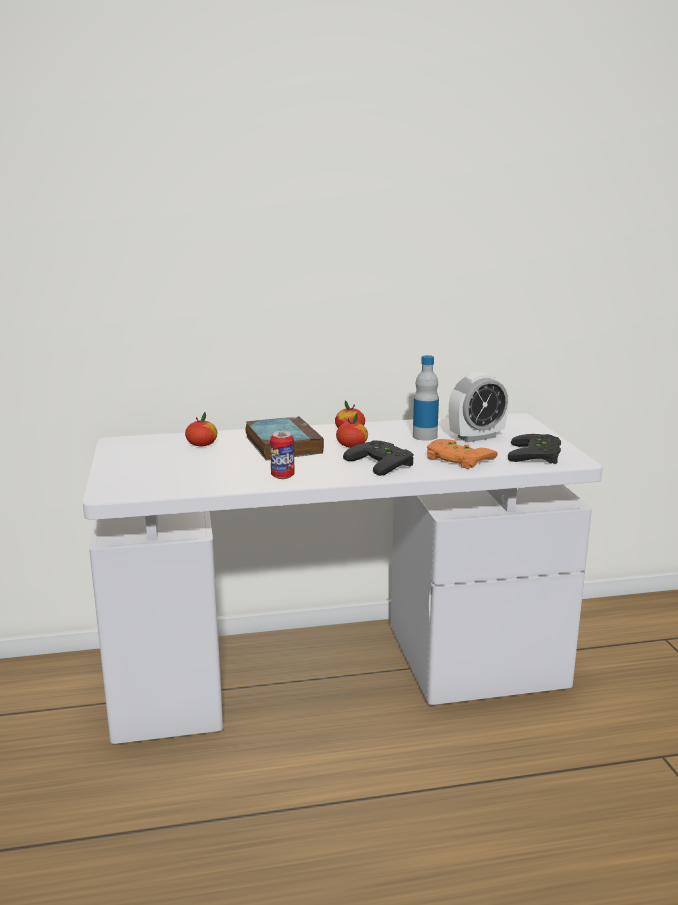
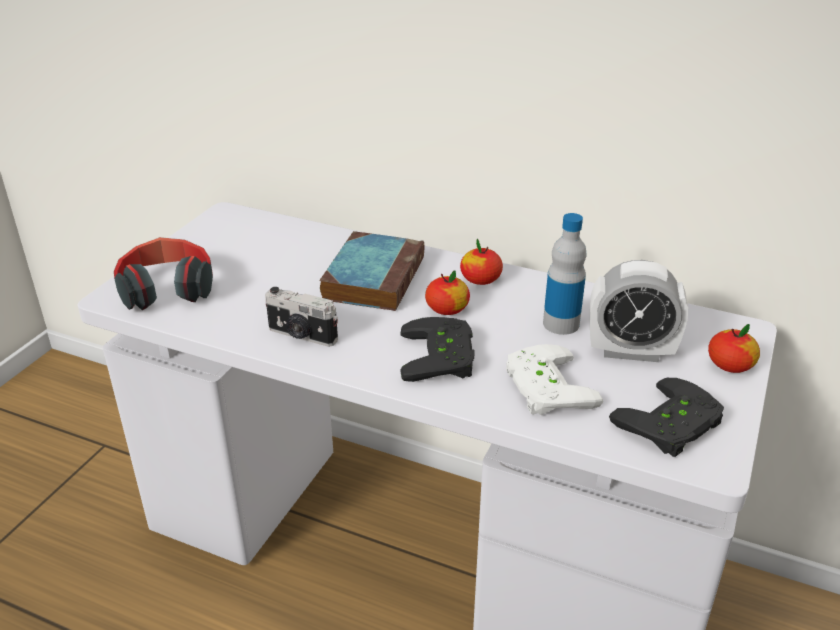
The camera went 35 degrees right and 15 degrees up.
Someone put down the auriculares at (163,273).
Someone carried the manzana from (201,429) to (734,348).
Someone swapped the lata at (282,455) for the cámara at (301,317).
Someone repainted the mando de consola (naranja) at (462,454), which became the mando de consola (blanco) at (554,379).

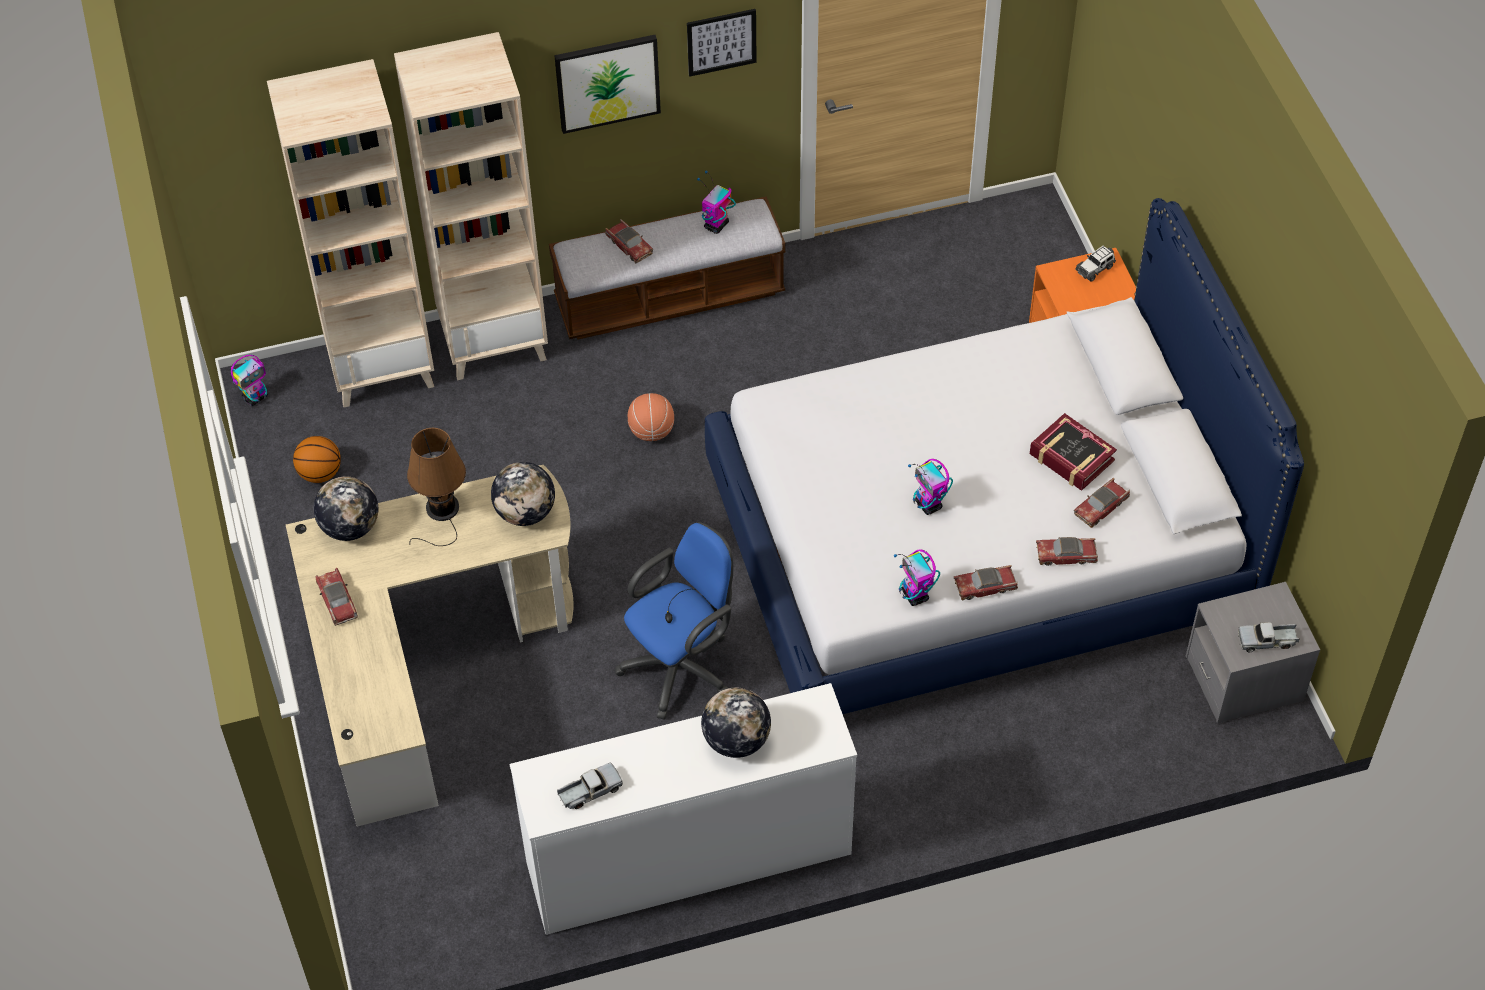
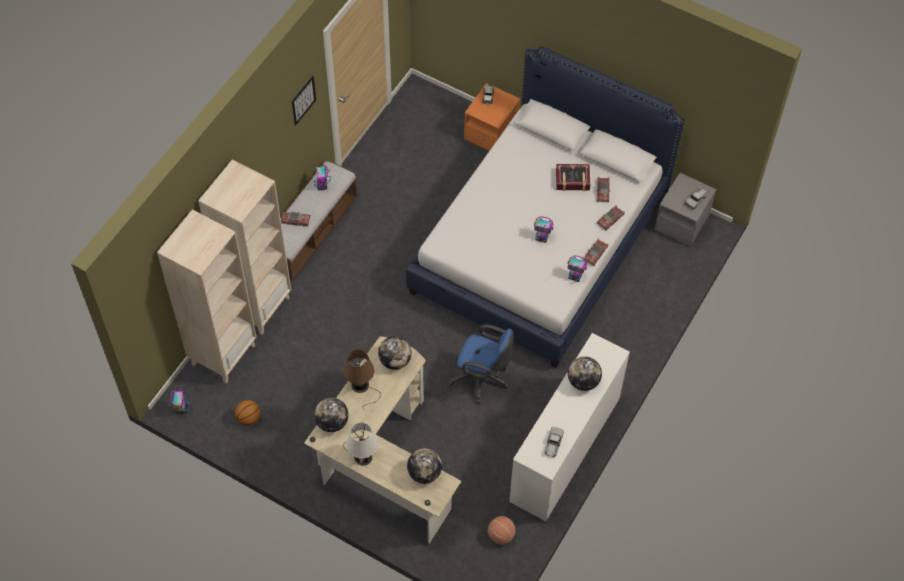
The camera went 45 degrees left and 5 degrees up.
Someone took away the cuadro at (607,84).
Someone put down the globo terráqueo at (424,466).
Someone carried the balón de baloncesto from (650,417) to (502,530).
Someone swapped the coche de juguete at (336,596) for the lámpara de mesa (blanco) at (360,443).
Someone rotated the silla de oficina (azul) at (674,620) by 105 degrees clockwise.

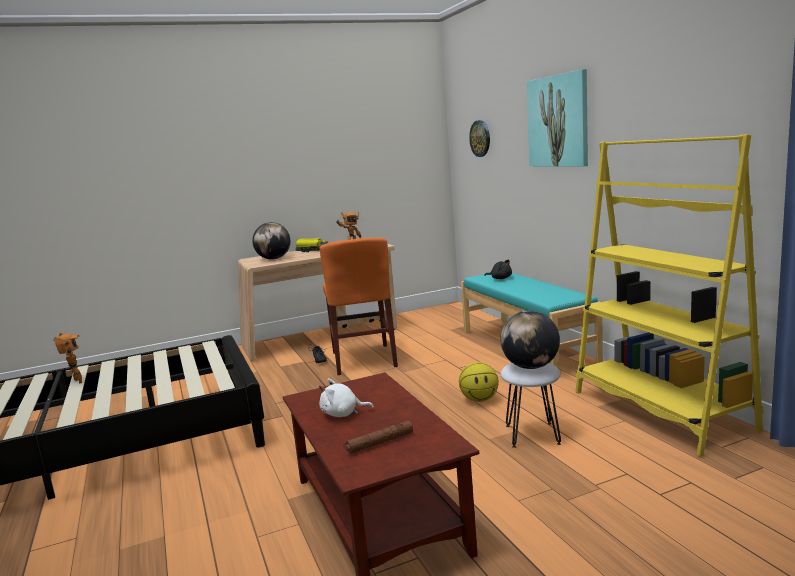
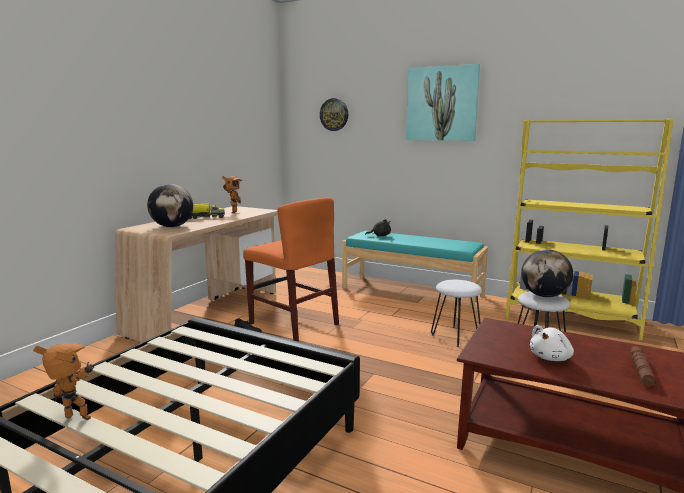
The camera went 40 degrees left and 0 degrees up.
Someone swapped the balón de baloncesto at (479,382) for the taburete (blanco) at (456,313).

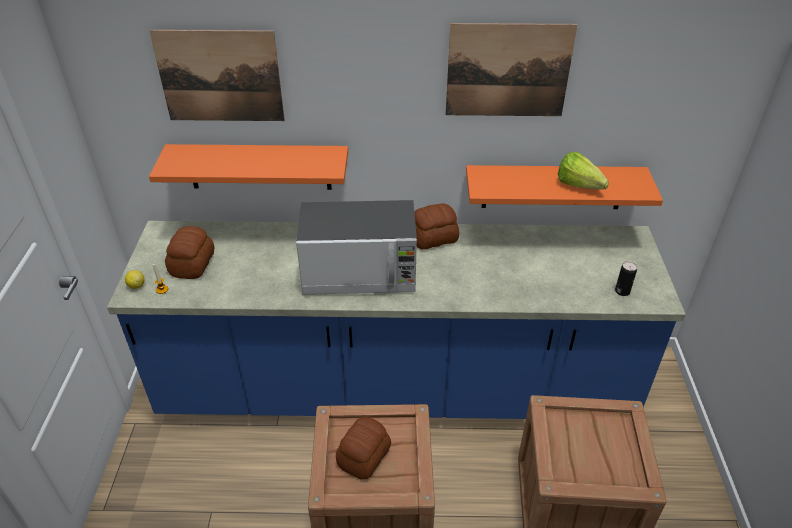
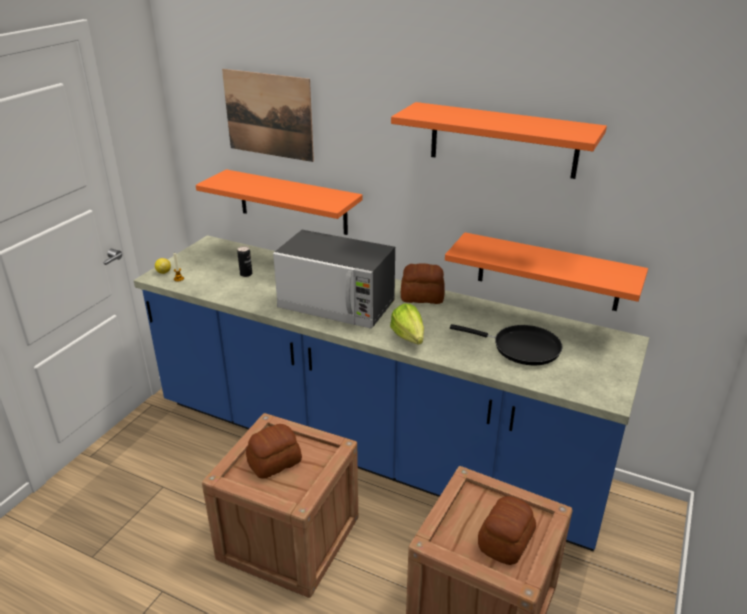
The camera went 25 degrees right and 10 degrees down.
Someone put down the sartén (negro) at (506,344).
Someone carried the pan from (189,252) to (507,530).
Someone carried the lechuga from (583,170) to (407,324).
Someone carried the lata from (626,278) to (244,261).
Someone swapped the cuadro at (511,69) for the estante (naranja) at (499,140).

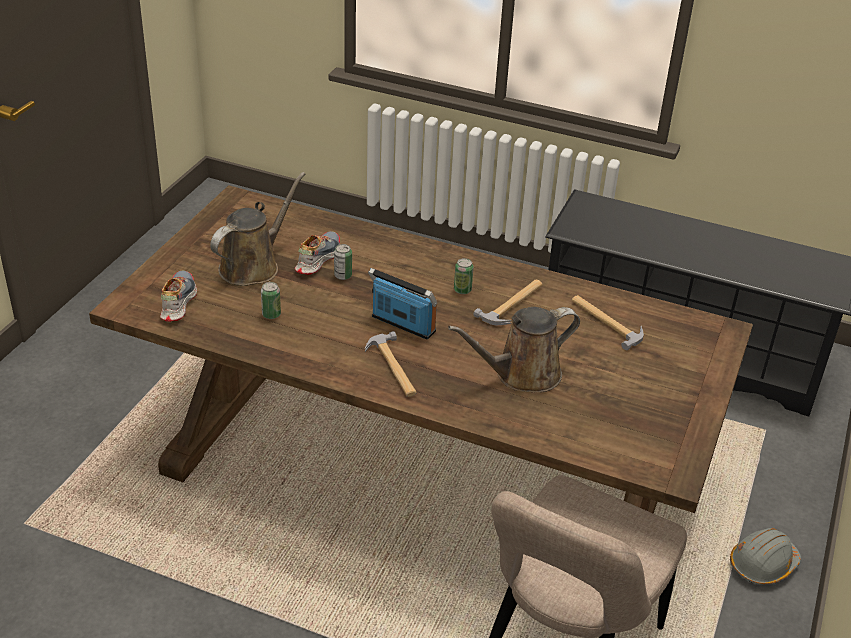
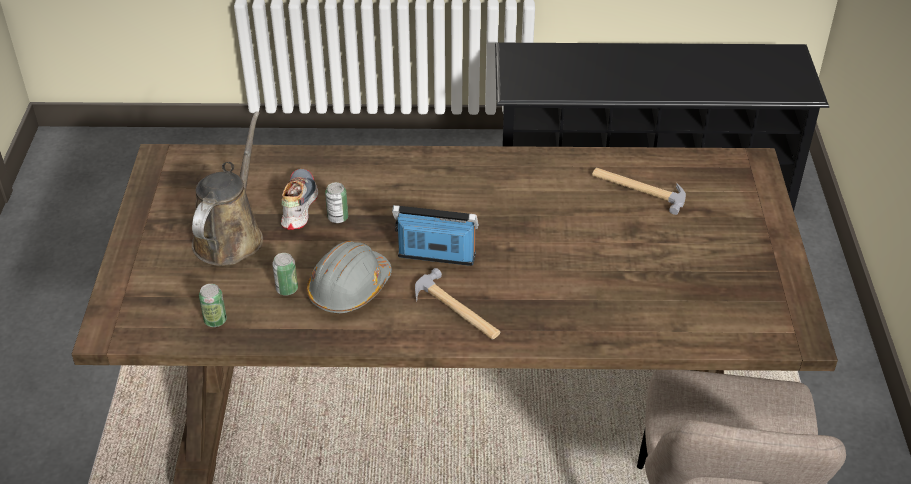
The camera went 20 degrees left and 5 degrees up.
Someone took away the zapato at (178,296).
Someone took away the regadera (marrón) at (514,350).
Someone took away the martillo at (508,302).
Someone carried the lata from (464,276) to (213,305).
Someone carried the casco (gris) from (765,556) to (349,277).

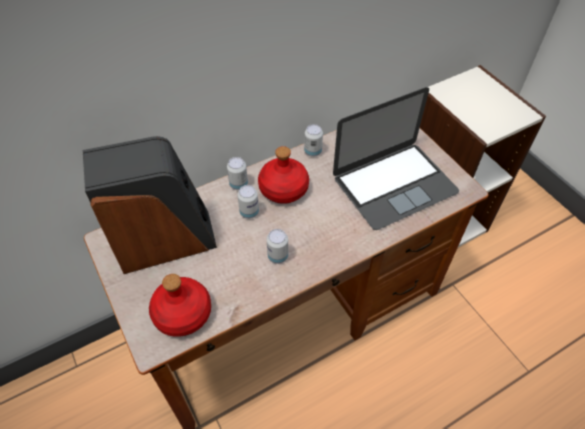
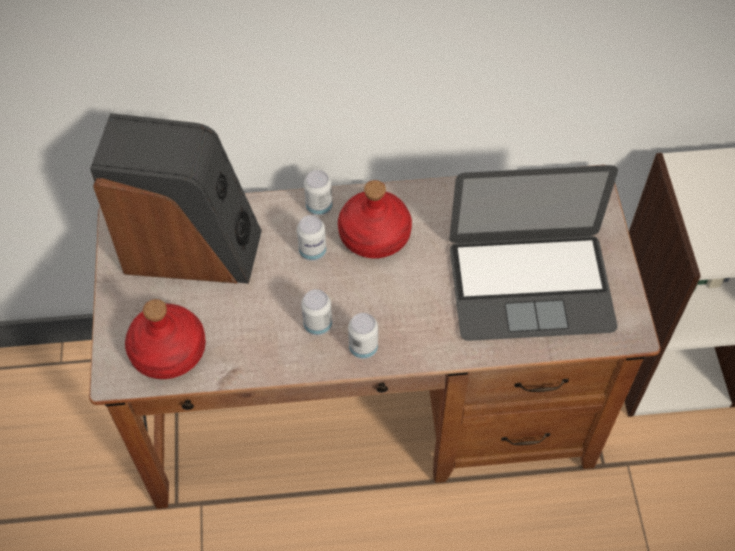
The camera went 25 degrees right and 5 degrees up.
Someone carried the lata from (313,140) to (363,336).

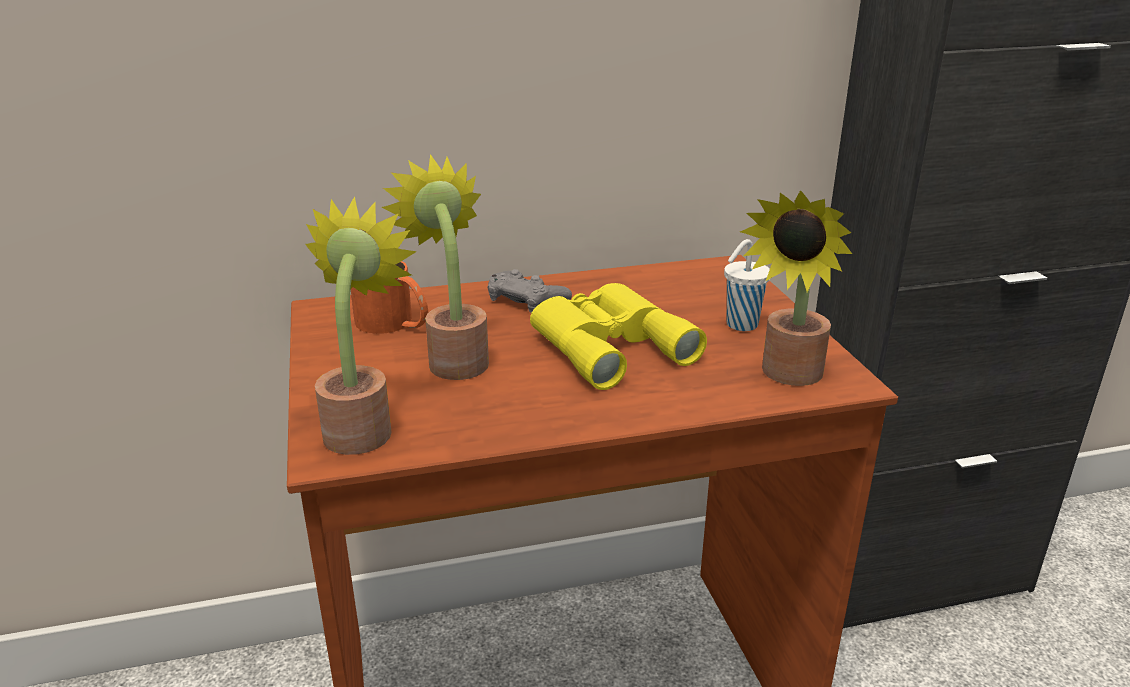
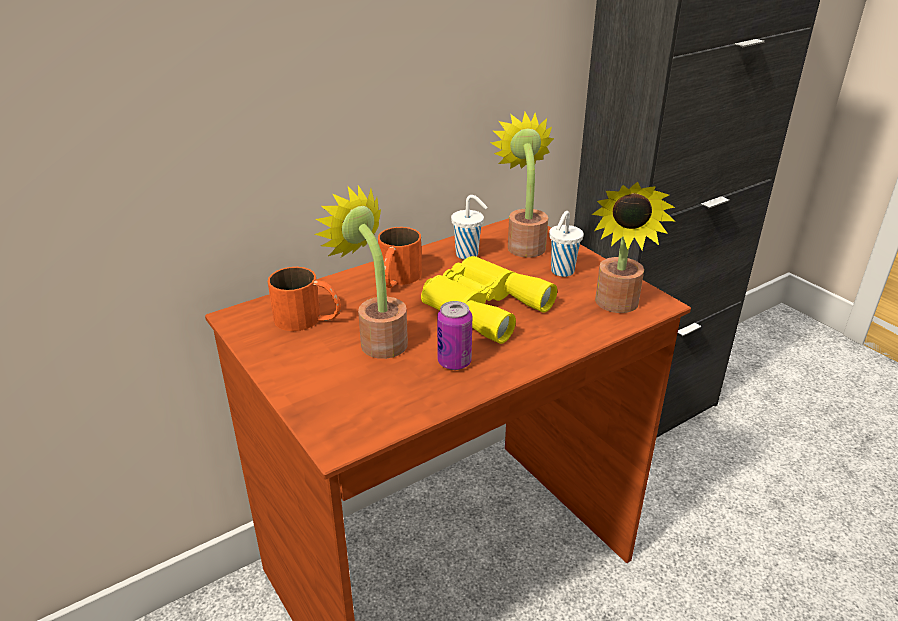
The camera went 20 degrees left and 5 degrees up.
Someone put down the lata at (454,335).
Someone put down the taza (blanco) at (469,227).
Someone carried the planta en maceta from (361,325) to (522,184).
Someone swapped the mando de consola (gris) at (529,291) for the taza grande (naranja) at (400,257).

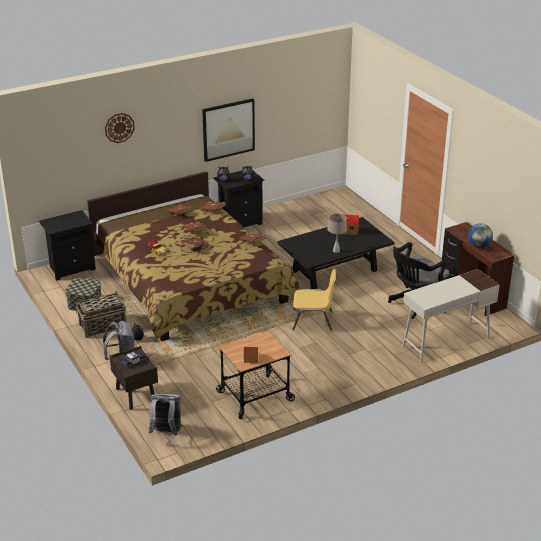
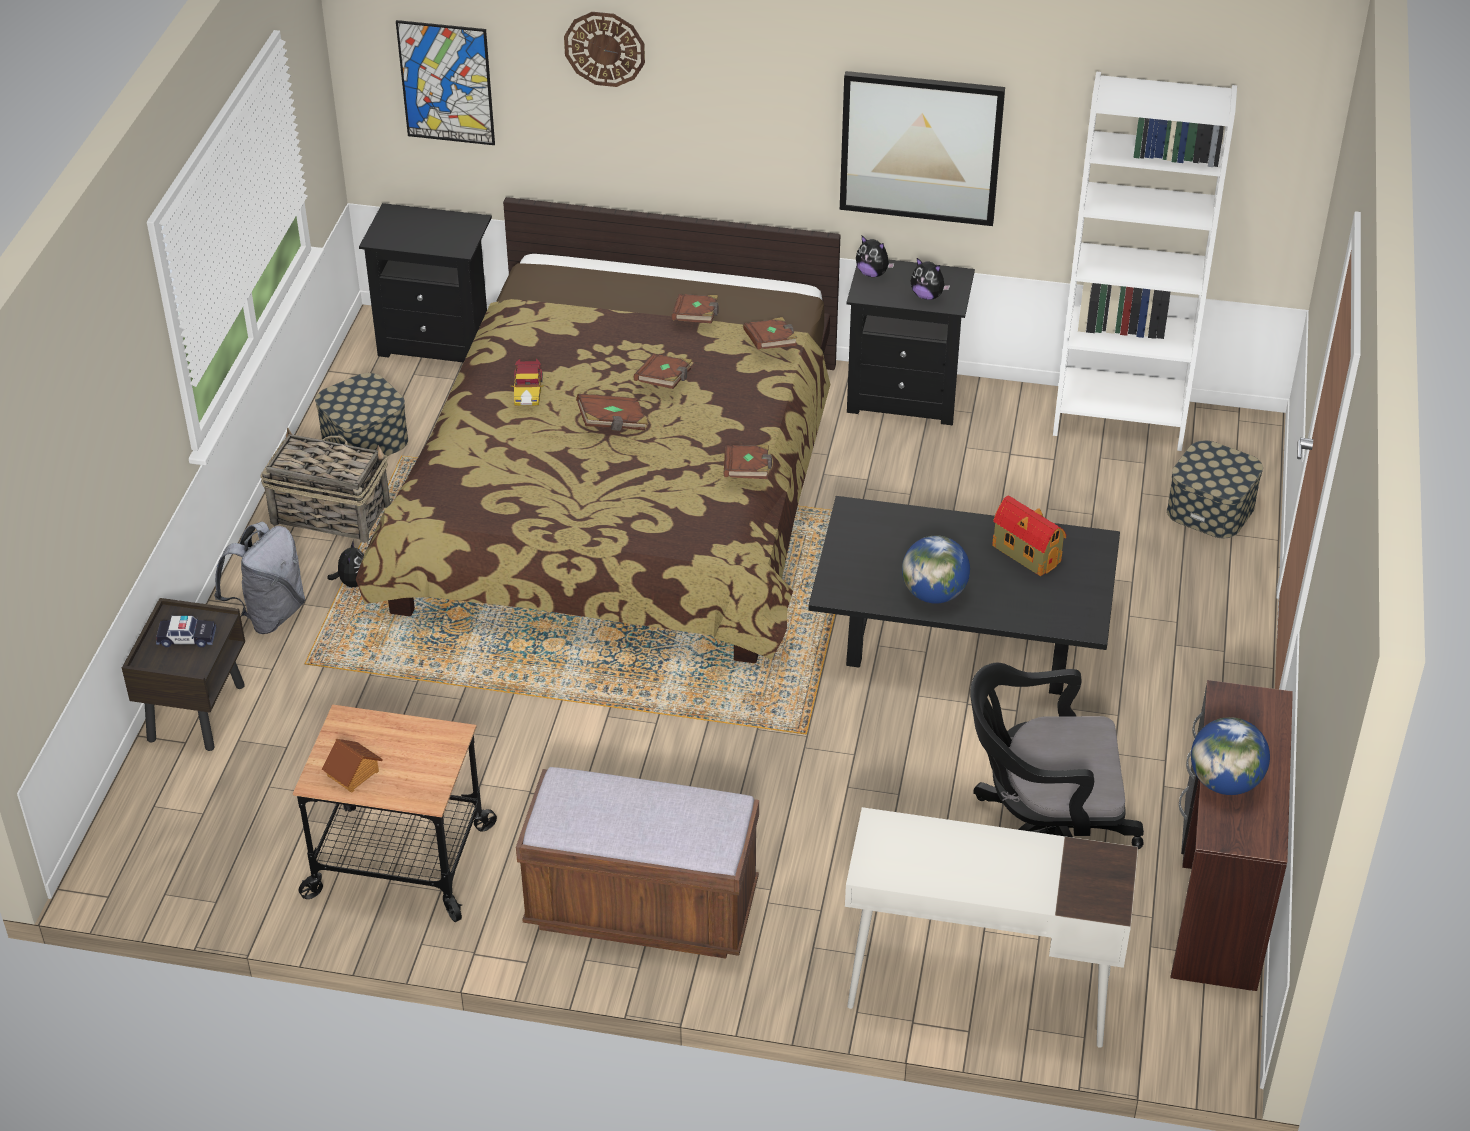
The camera went 40 degrees right and 10 degrees up.
Someone took away the mochila (gris) at (165,415).
Someone took away the silla (amarillo) at (314,300).
Someone put up the cuadro at (445,82).
Someone put down the banco (marrón) at (637,863).
Someone put down the estantería (blanco) at (1145,261).
Someone put down the caja de almacenaje at (1215,489).
Someone swapped the lámpara de mesa (beis) at (337,233) for the globo terráqueo at (936,569).

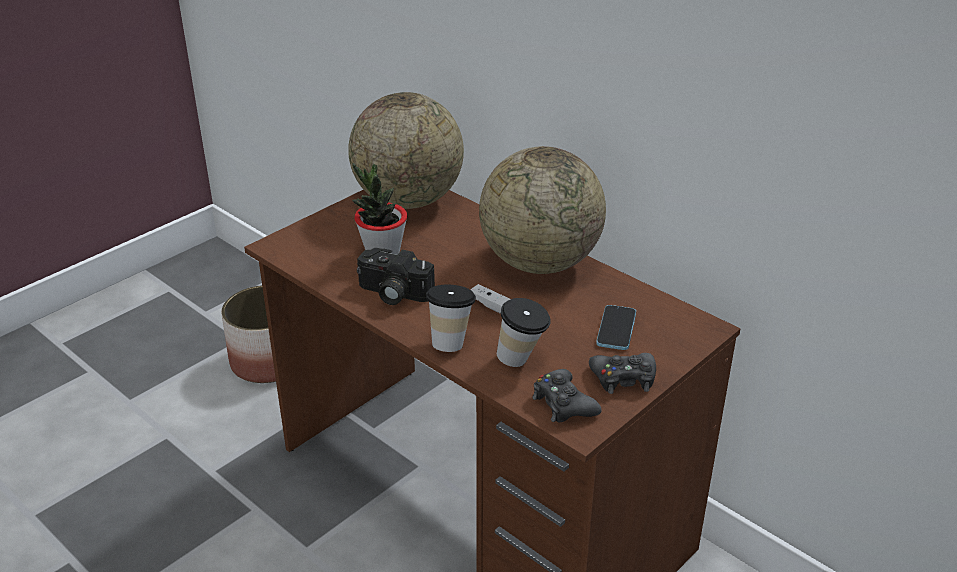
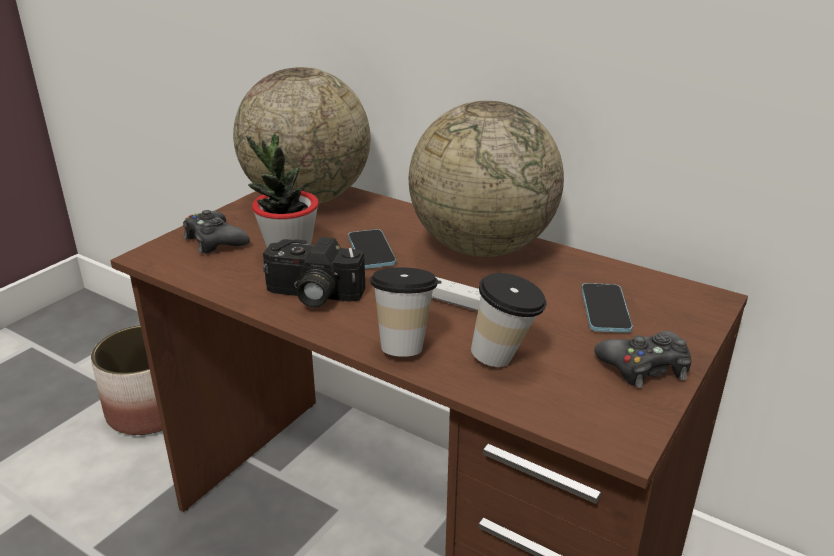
The camera went 10 degrees left and 5 degrees down.
Someone put down the móvil at (372,249).
Someone carried the mando de consola (negro) from (567,396) to (216,232).

